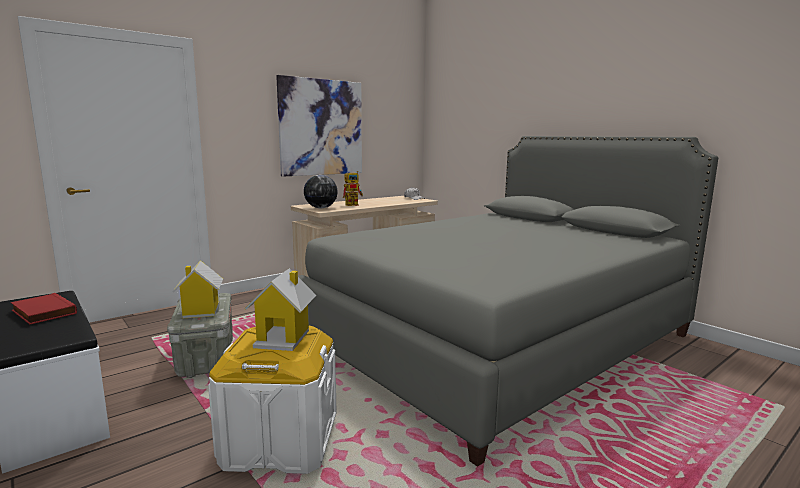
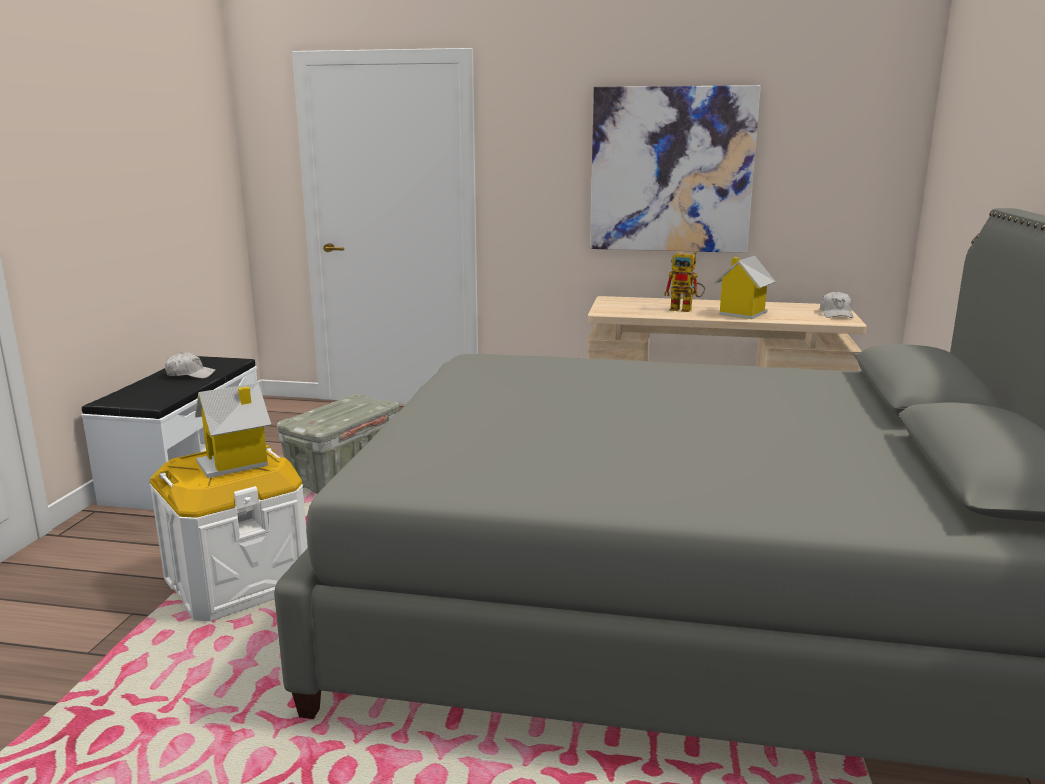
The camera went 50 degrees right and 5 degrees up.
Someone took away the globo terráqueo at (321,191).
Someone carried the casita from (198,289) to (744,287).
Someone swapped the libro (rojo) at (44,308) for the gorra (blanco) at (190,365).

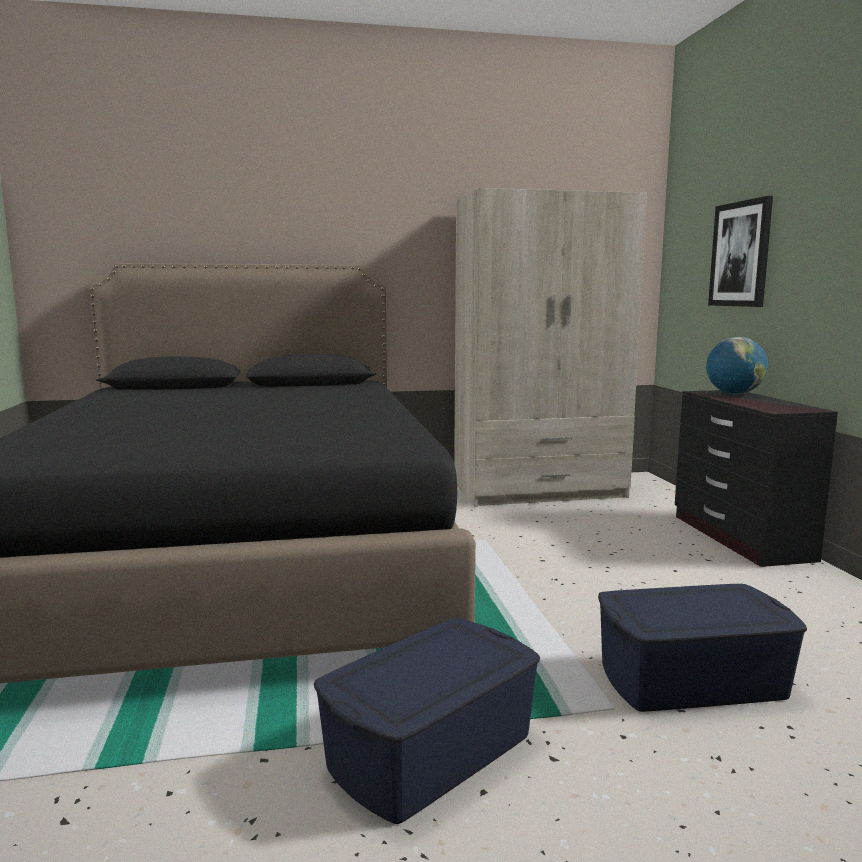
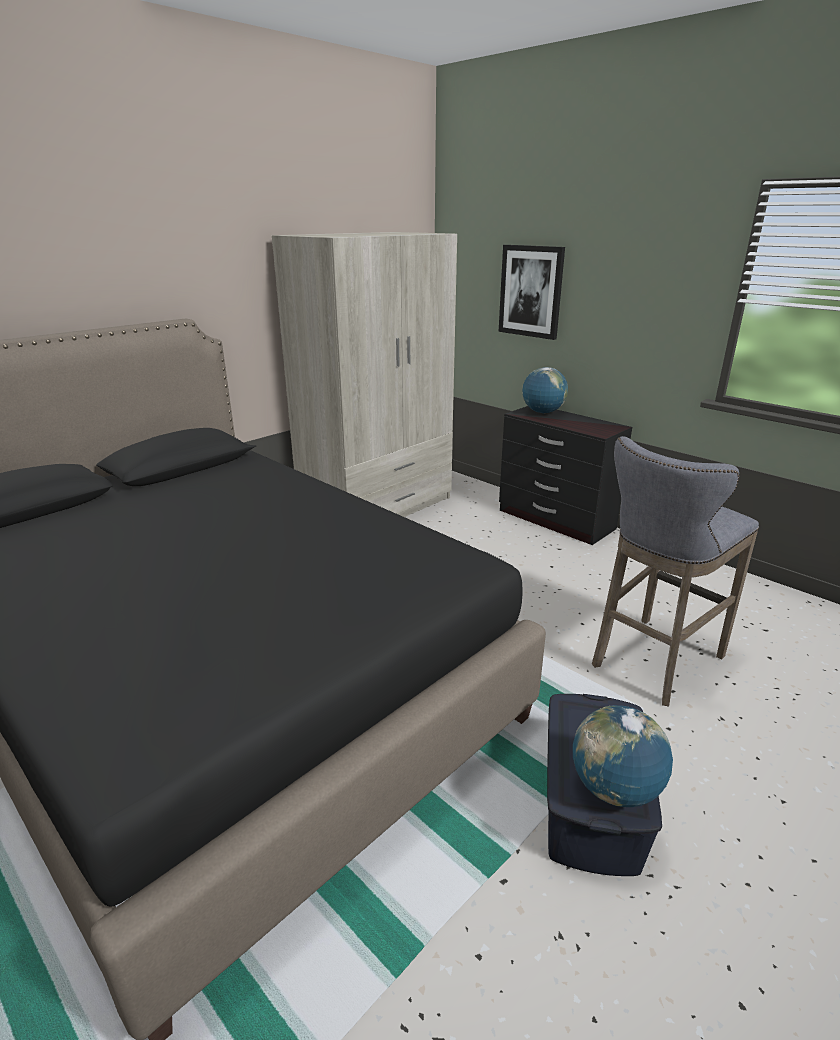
The camera went 35 degrees left and 15 degrees up.
Someone put down the globo terráqueo at (623,756).
Someone swapped the caja de almacenaje (azul) at (702,648) for the taburete (gris) at (675,571).

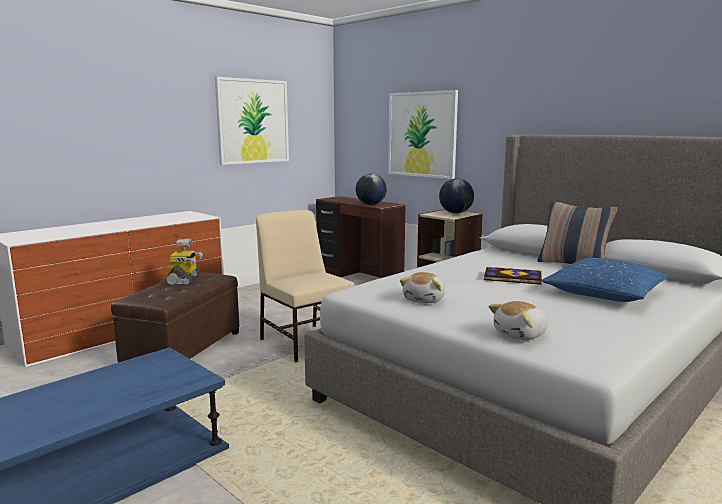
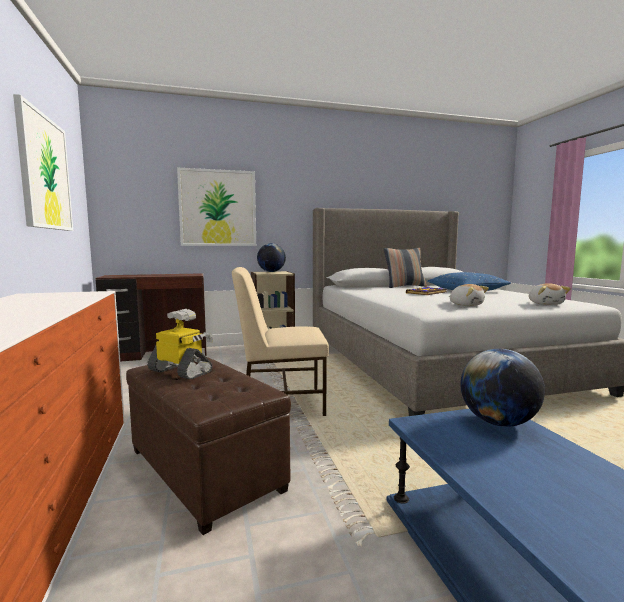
The camera went 60 degrees left and 5 degrees down.
Someone carried the globo terráqueo from (371,189) to (502,388).

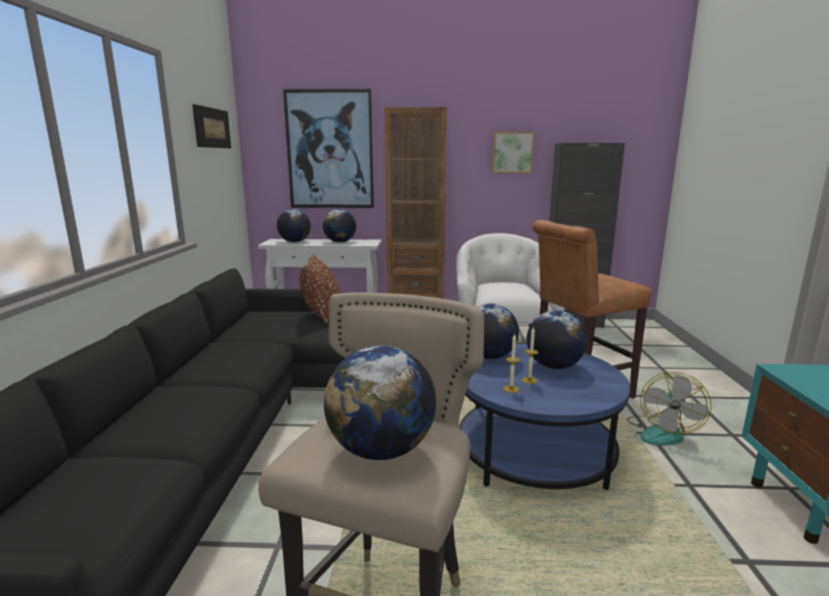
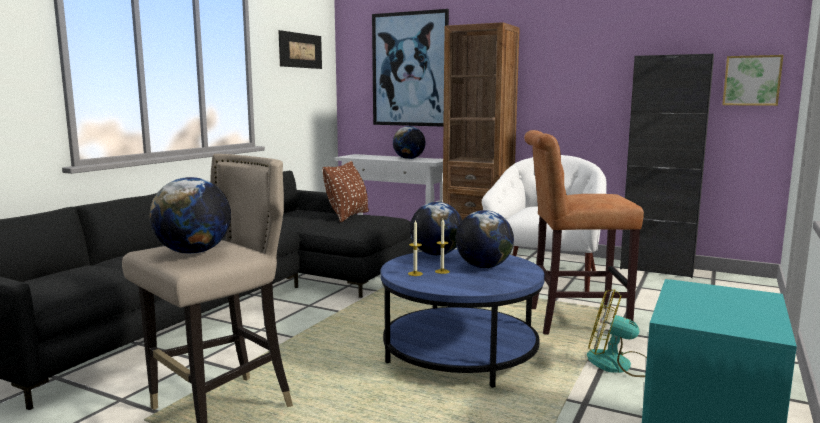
The camera went 25 degrees right and 5 degrees down.
Someone took away the globo terráqueo at (294,225).
Someone carried the cuadro from (513,152) to (752,80).
Someone rotated the ventilador at (669,408) by 60 degrees clockwise.

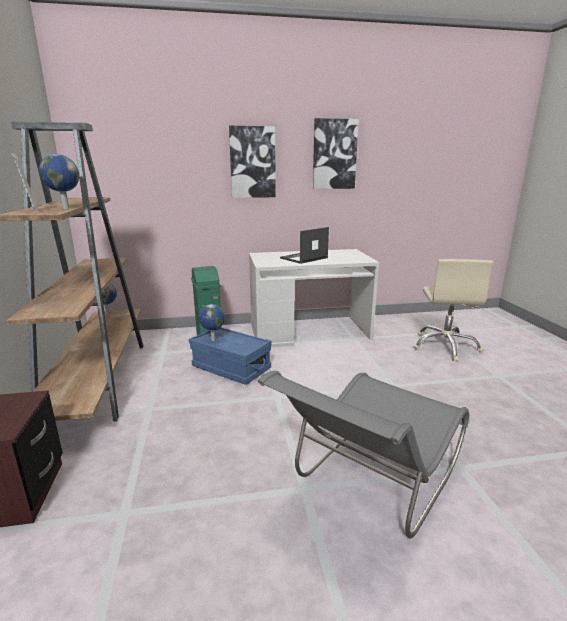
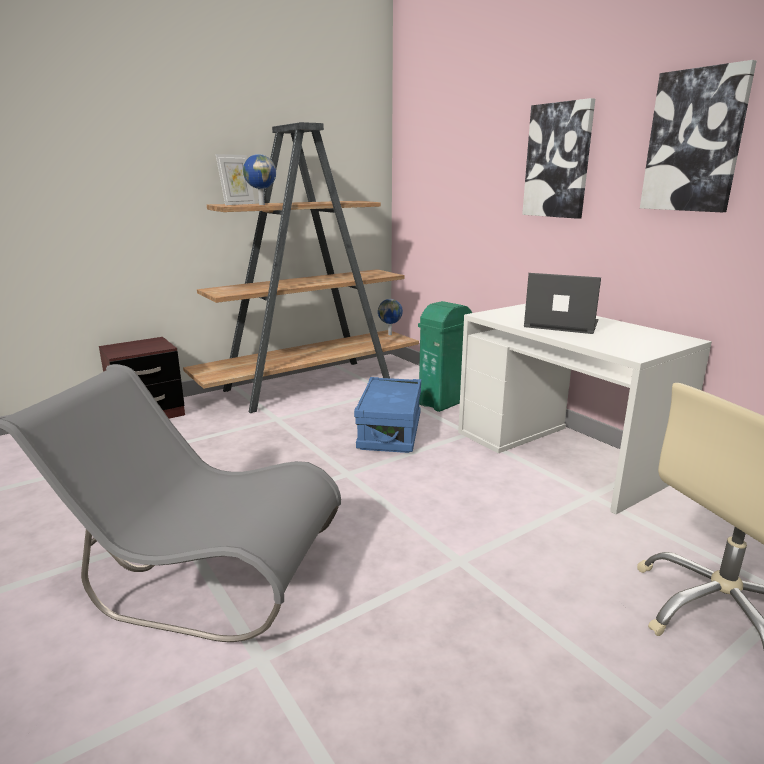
The camera went 65 degrees right and 0 degrees up.
Someone took away the globo terráqueo at (212,322).

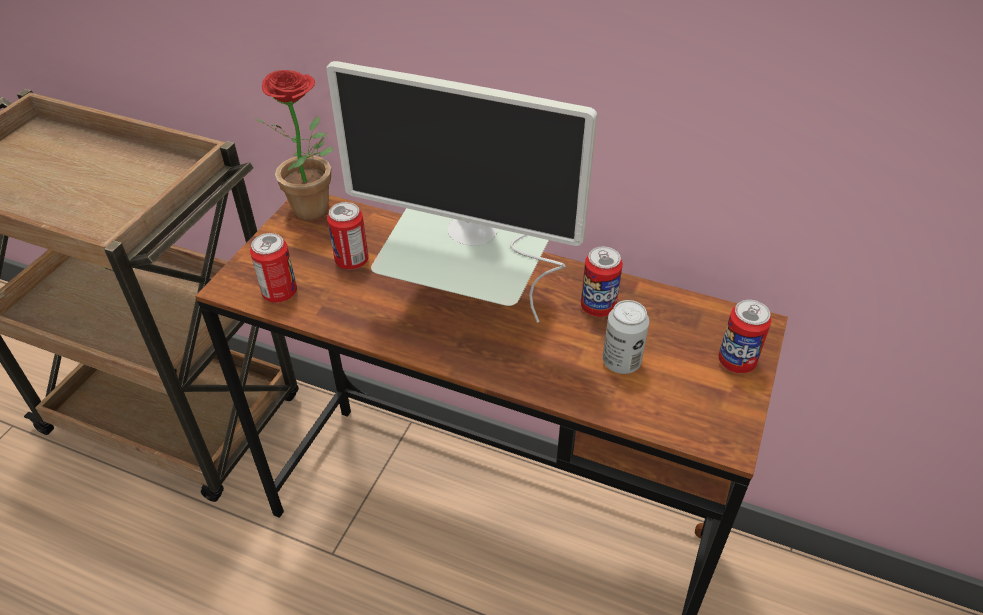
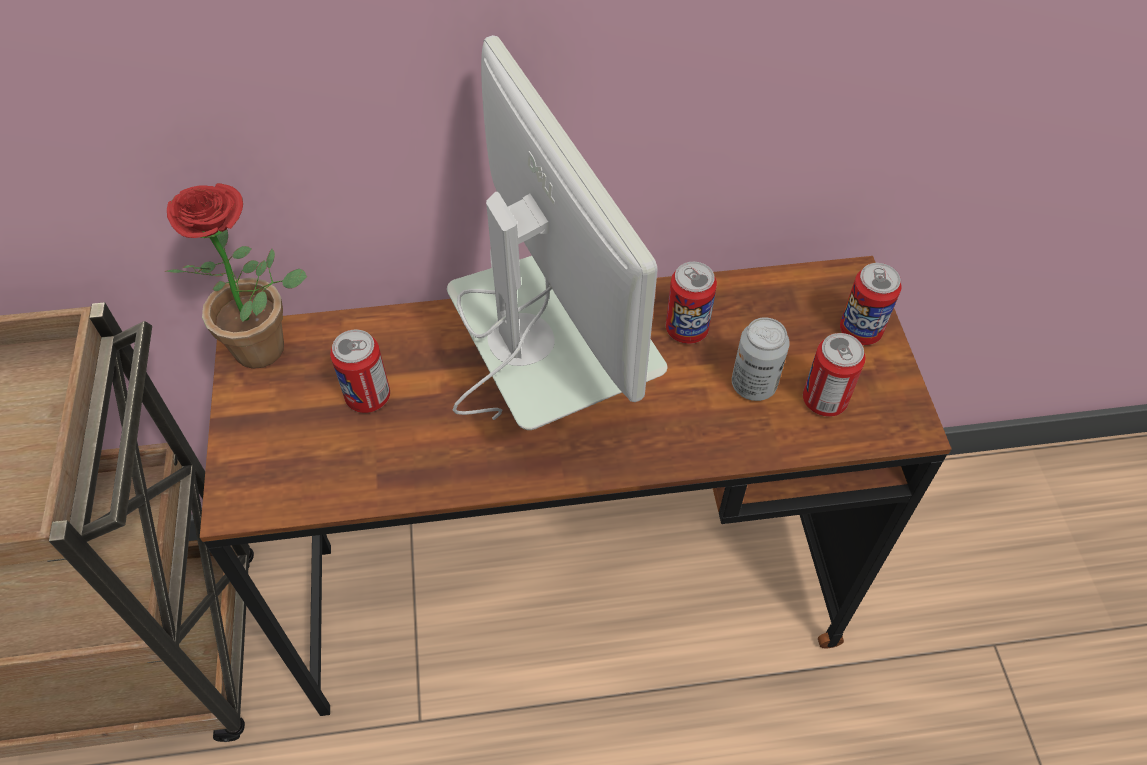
The camera went 30 degrees left and 10 degrees up.
Someone carried the lata from (273,268) to (834,375).
Someone rotated the monitor at (462,192) by 105 degrees counterclockwise.

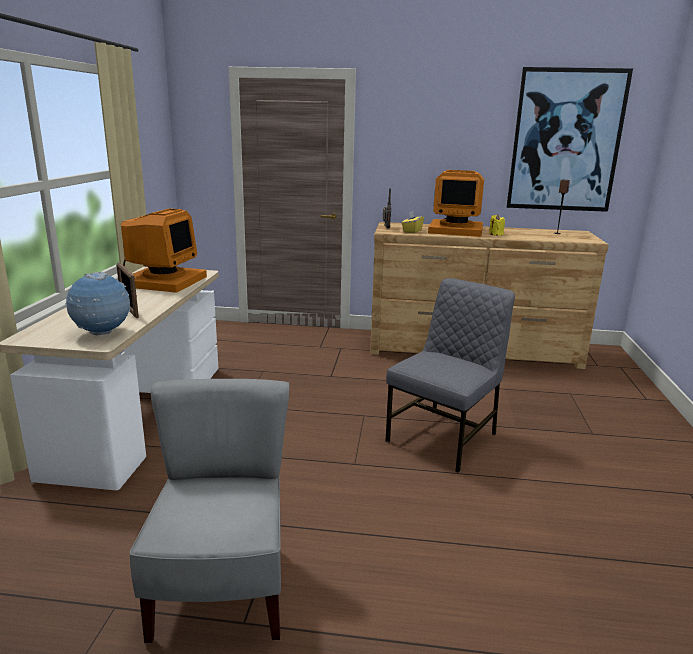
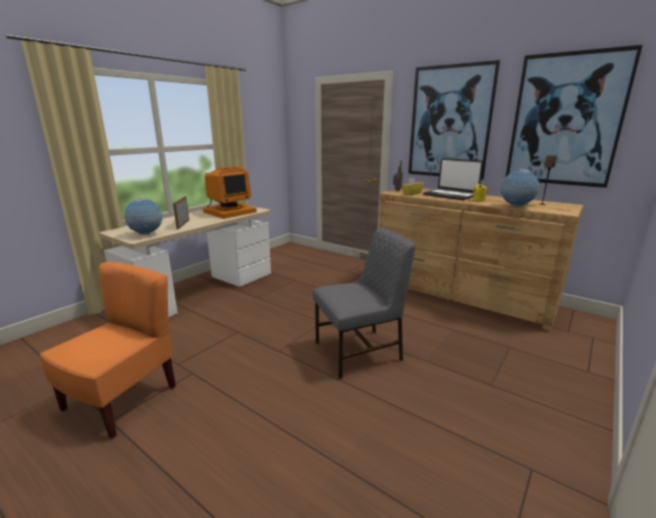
The camera went 30 degrees right and 0 degrees up.
Someone put up the cuadro at (454,120).
Someone put down the globo terráqueo at (520,188).
Someone swapped the monitor at (456,203) for the portátil at (453,179).
Someone repainted the silla (gris) at (209,511), which became the silla (naranja) at (108,350).

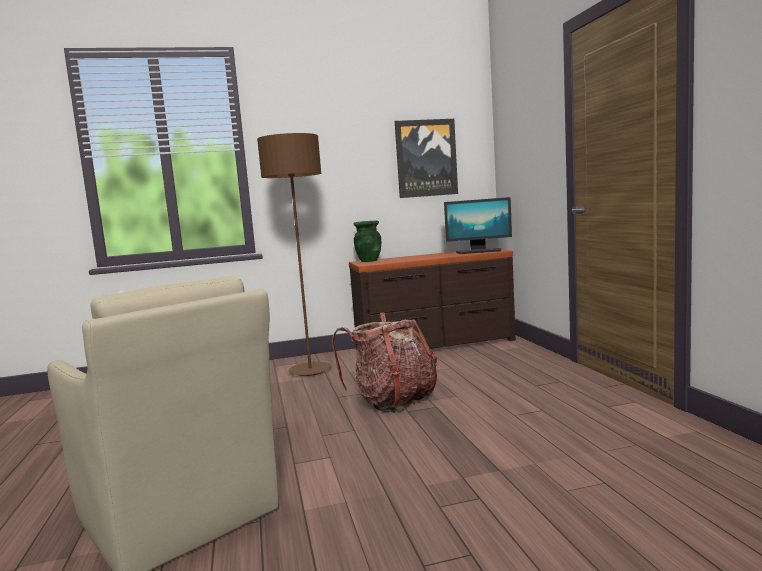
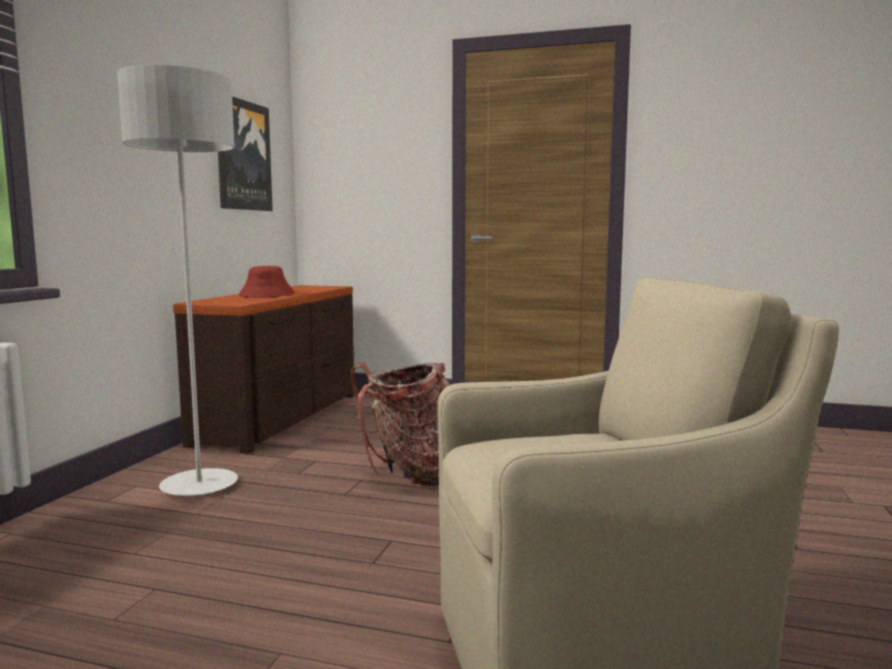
The camera went 60 degrees left and 0 degrees up.
Someone took away the florero (verde) at (367,241).
Someone took away the monitor at (478,225).
Someone put down the sombrero (rojo) at (266,282).
Someone repainted the lámpara de pie (marrón) at (294,254), which became the lámpara de pie (gris) at (177,280).

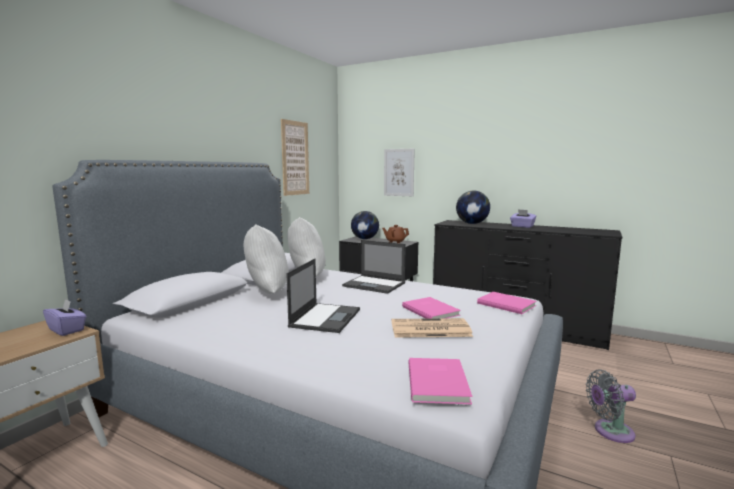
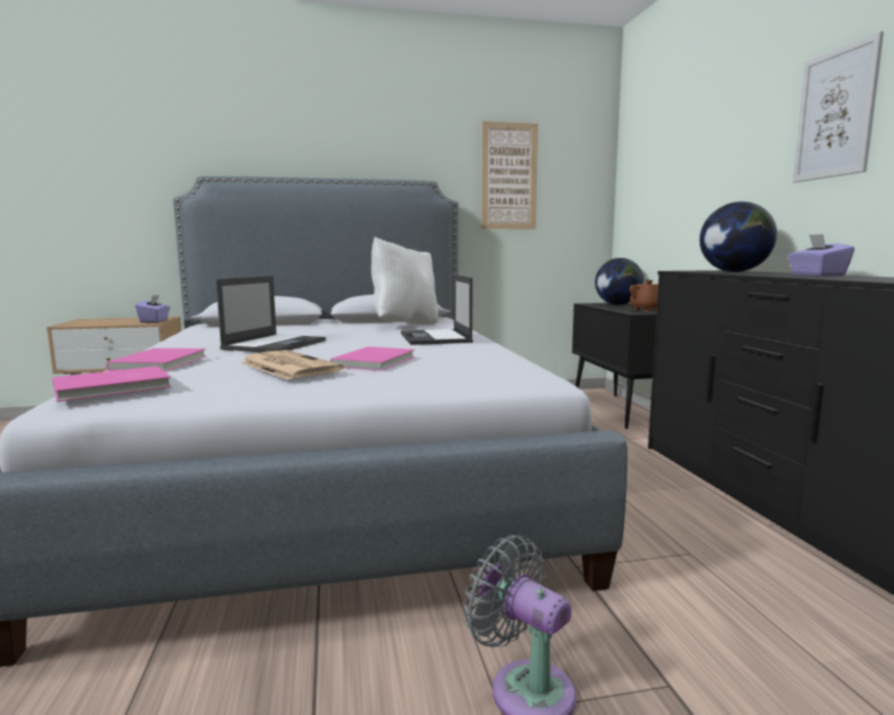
The camera went 50 degrees right and 0 degrees up.
Someone took away the cojín (blanco) at (266,259).
Someone carried the cuadro from (399,172) to (838,107).
Someone carried the libro (rosa) from (506,303) to (156,359).
Someone rotated the portátil at (323,296) by 45 degrees counterclockwise.

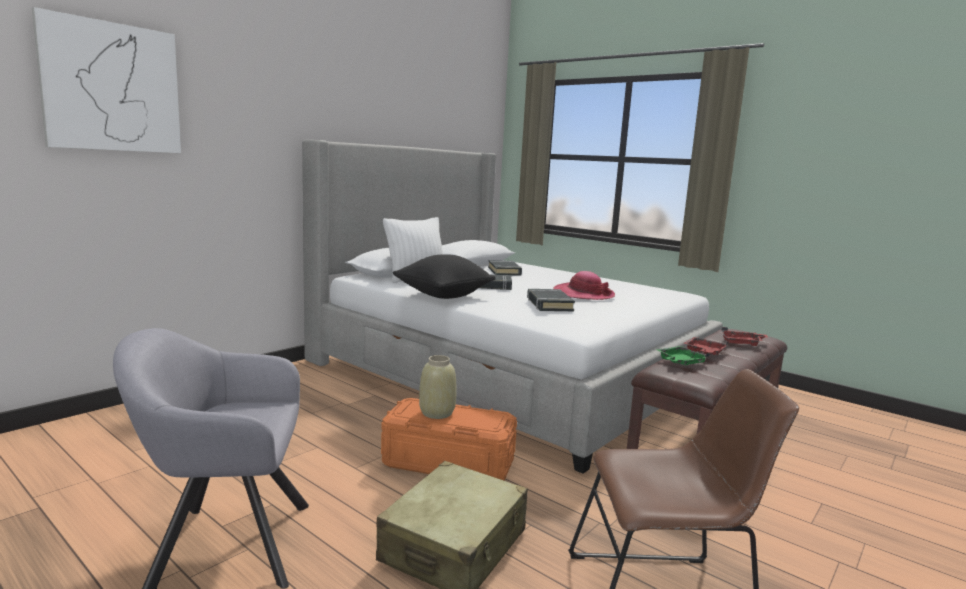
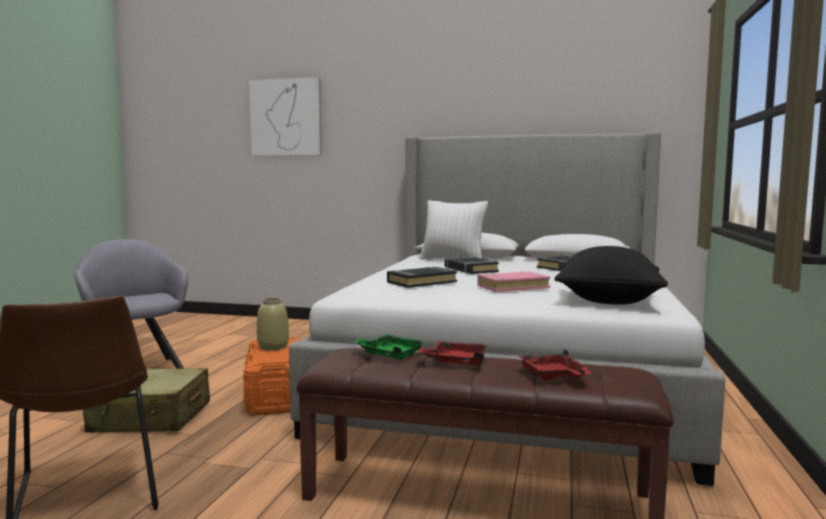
The camera went 65 degrees right and 5 degrees down.
Someone carried the cojín (negro) from (444,276) to (611,275).
Someone swapped the sombrero at (584,285) for the libro (rosa) at (513,281).

